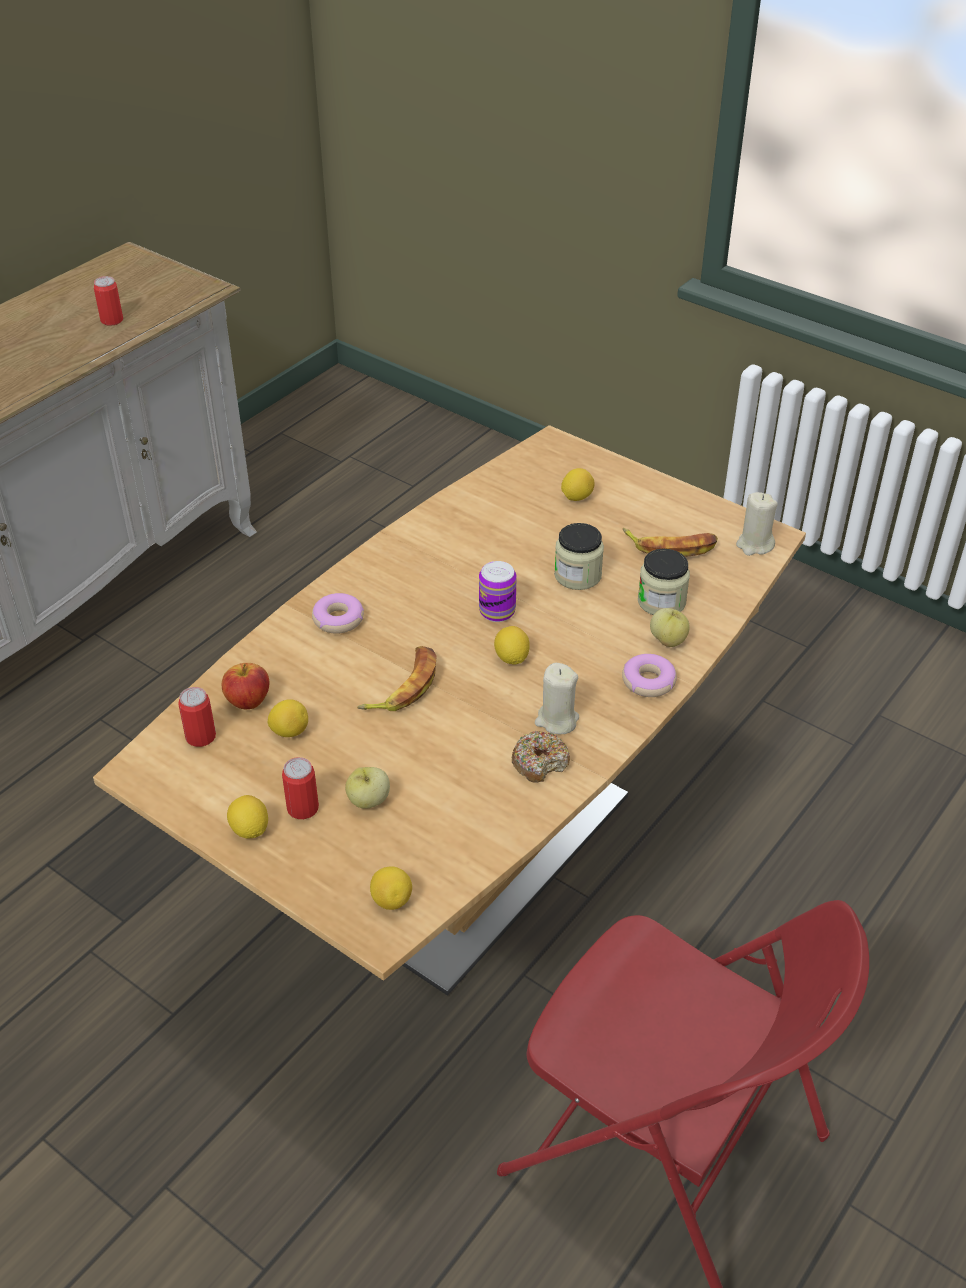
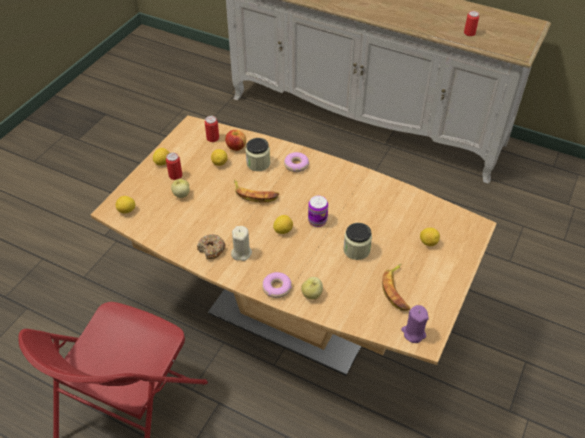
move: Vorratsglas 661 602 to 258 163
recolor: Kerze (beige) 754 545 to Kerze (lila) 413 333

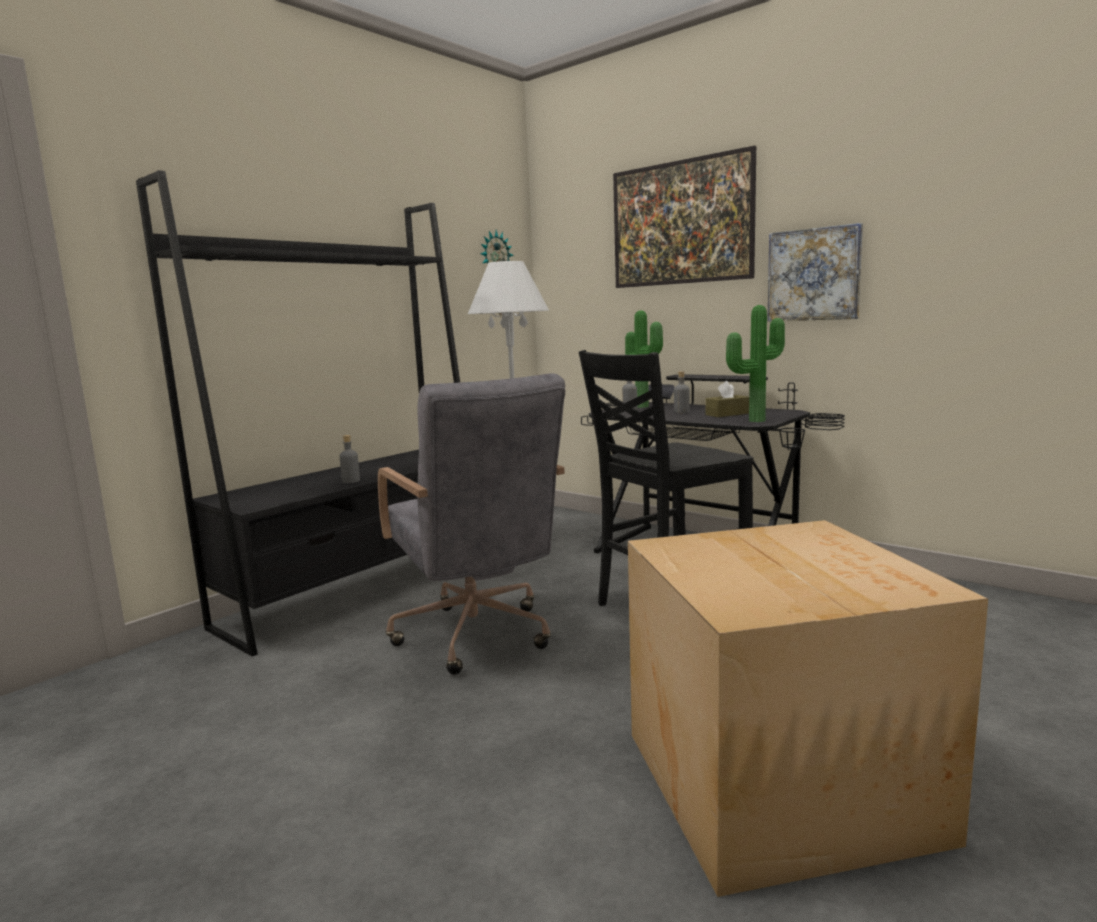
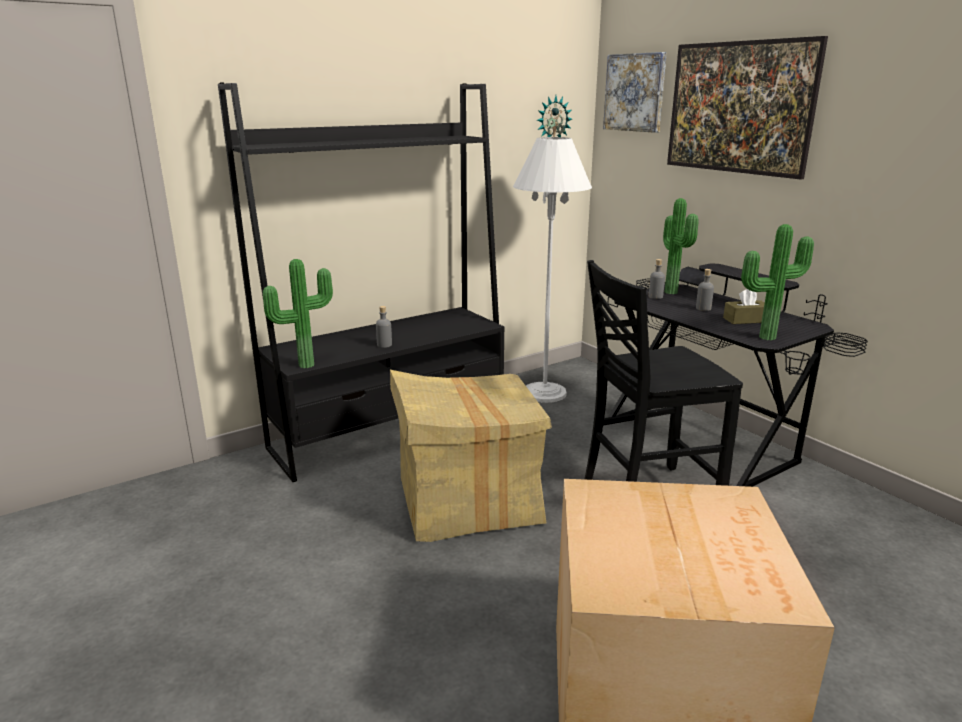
insert: Topfpflanze 305 364
move: Bild 814 275 to 635 92
replace: Bürostuhl (grau) 477 639 to Karton 467 501

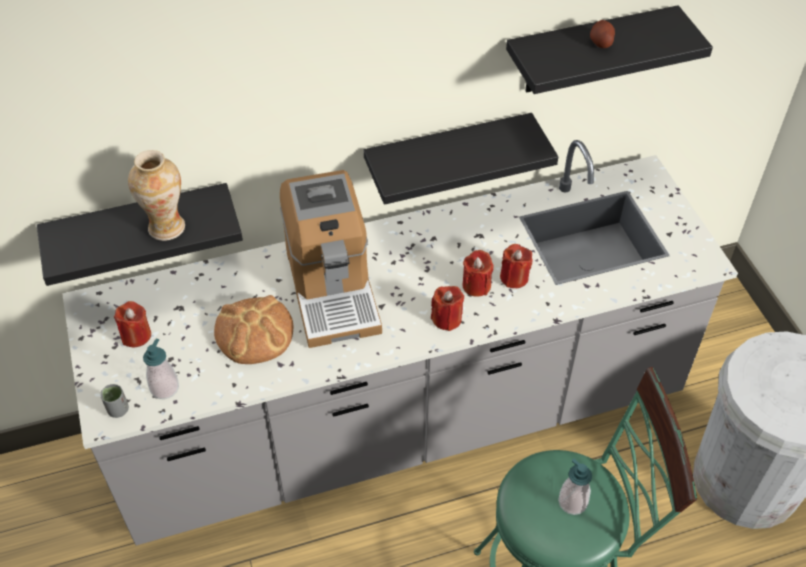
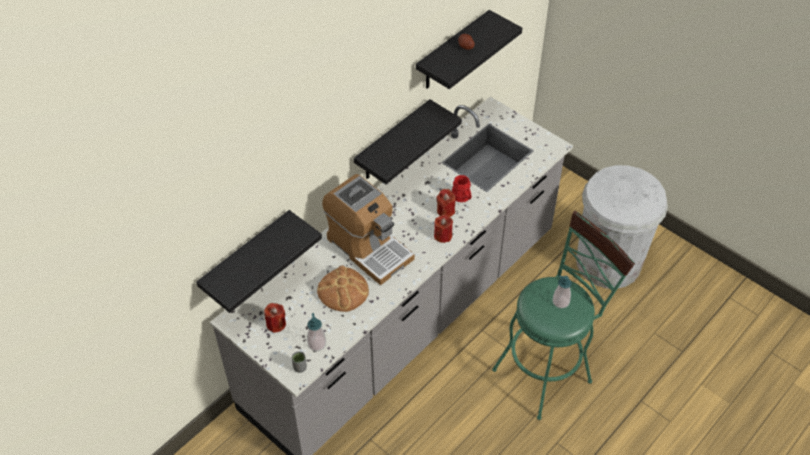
delete: Vase 166 227
replace: Kerze (rot) 514 277 to Henkelbecher (rot) 462 197

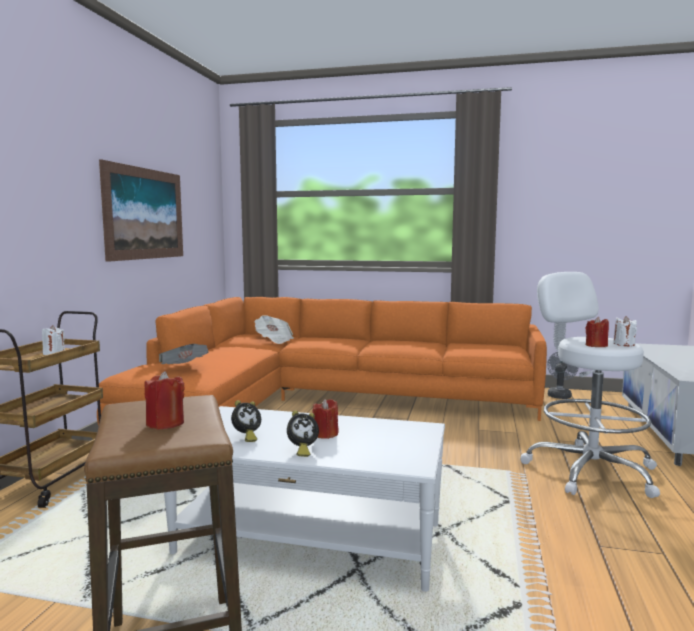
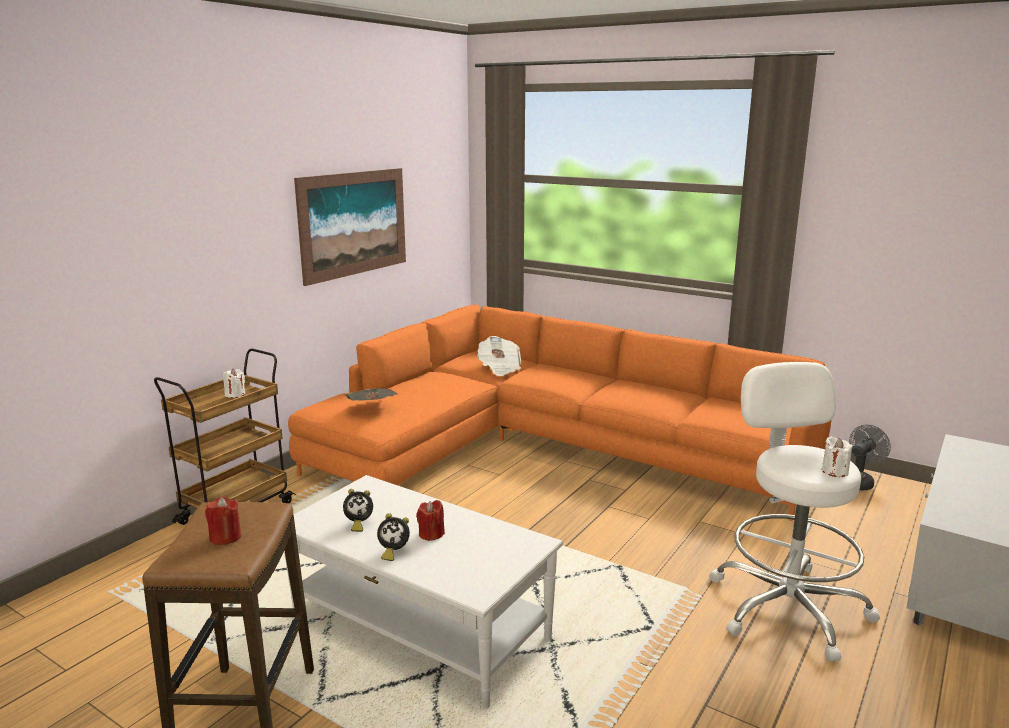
delete: Kerze (rot) 596 346

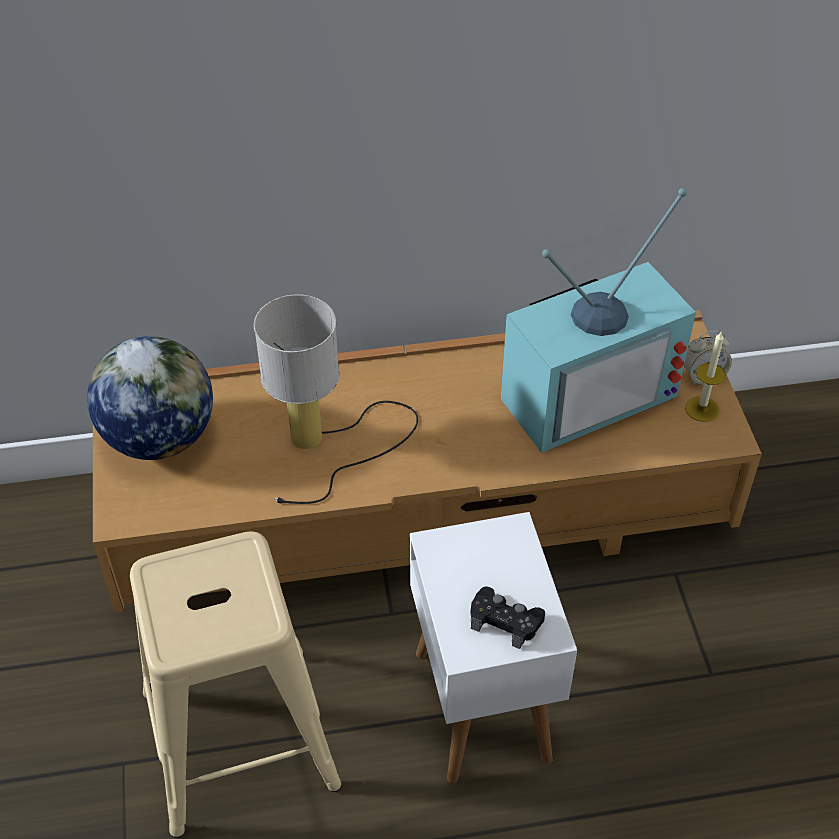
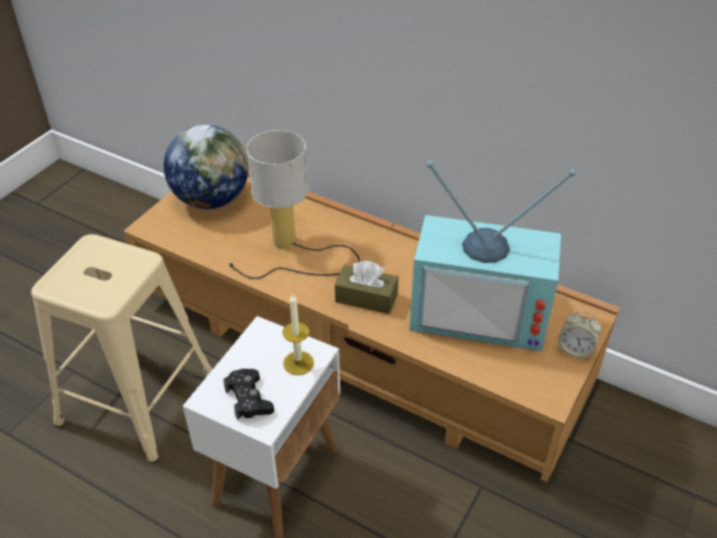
insert: Taschentuchbox (braun) 366 298
move: Kerze 702 409 to 298 363

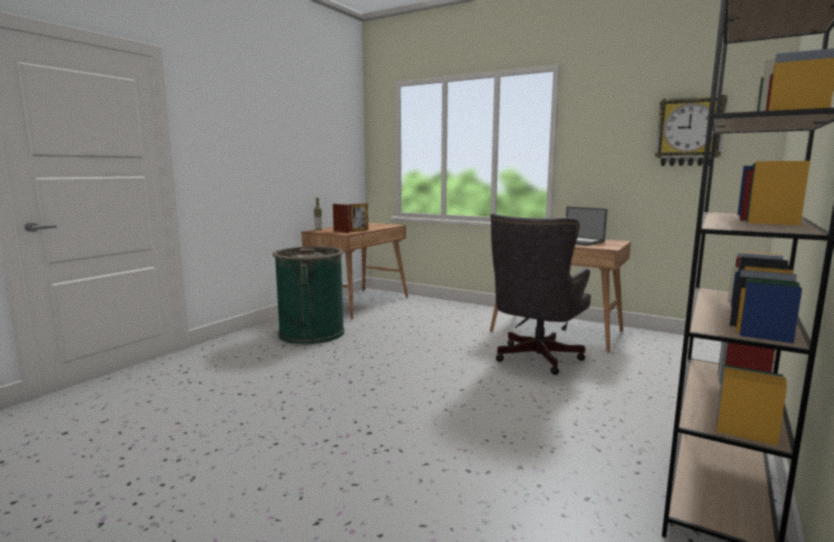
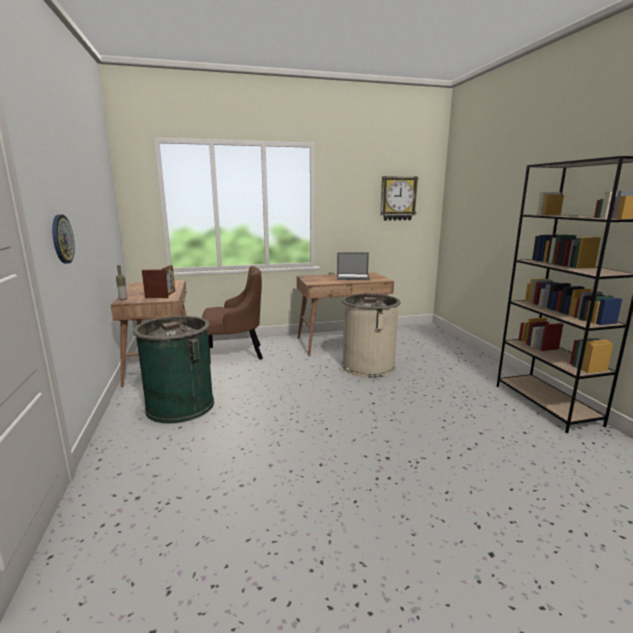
insert: Wanduhr 62 239; Stuhl (braun) 234 354
replace: Bürostuhl (grau) 536 359 to Mülleimer (beige) 368 366

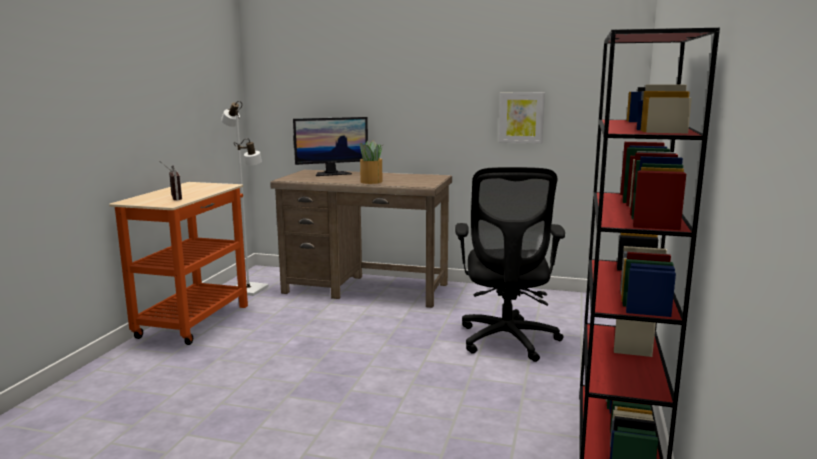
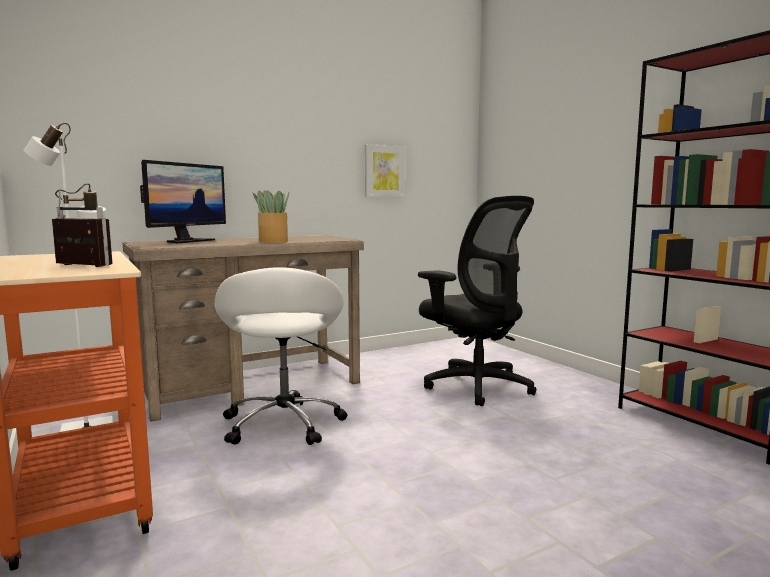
insert: Bürostuhl (weiß) 283 425

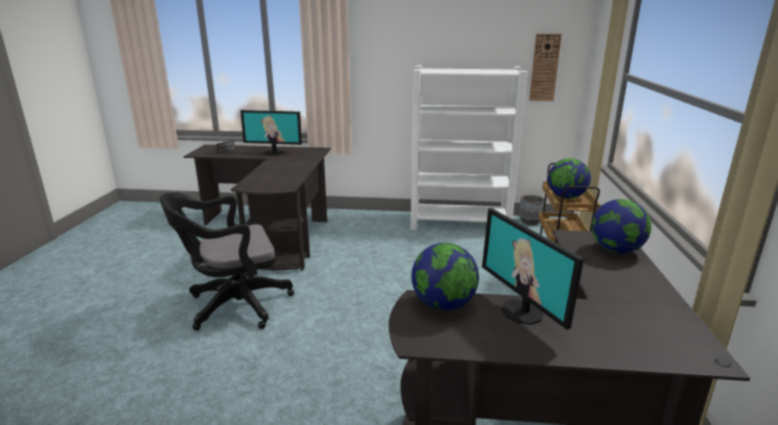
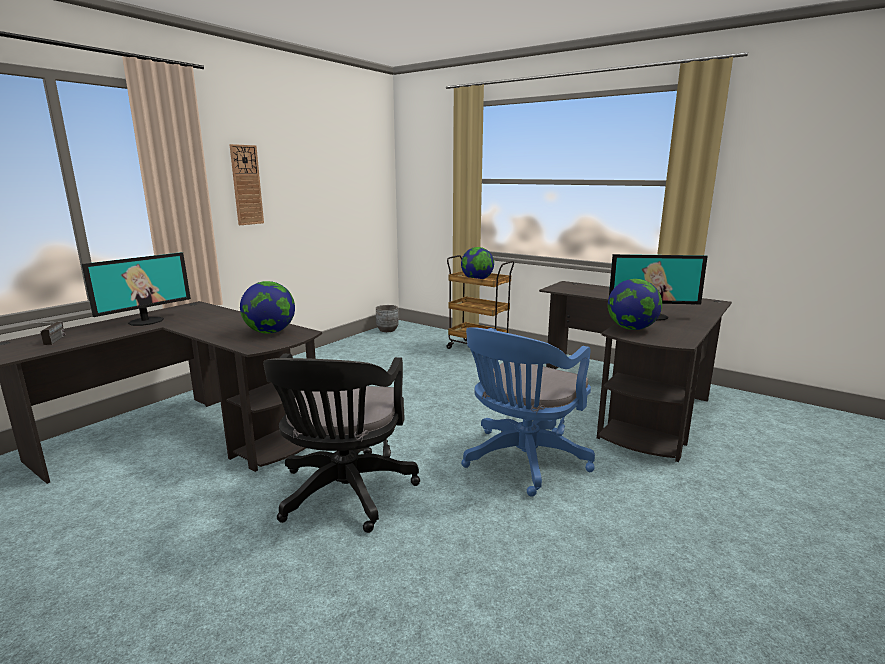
delete: Bücherregal (weiß) 459 223
insert: Bürostuhl (blau) 522 462
move: Wanduhr 544 67 to 246 185; Globus 616 250 to 270 332

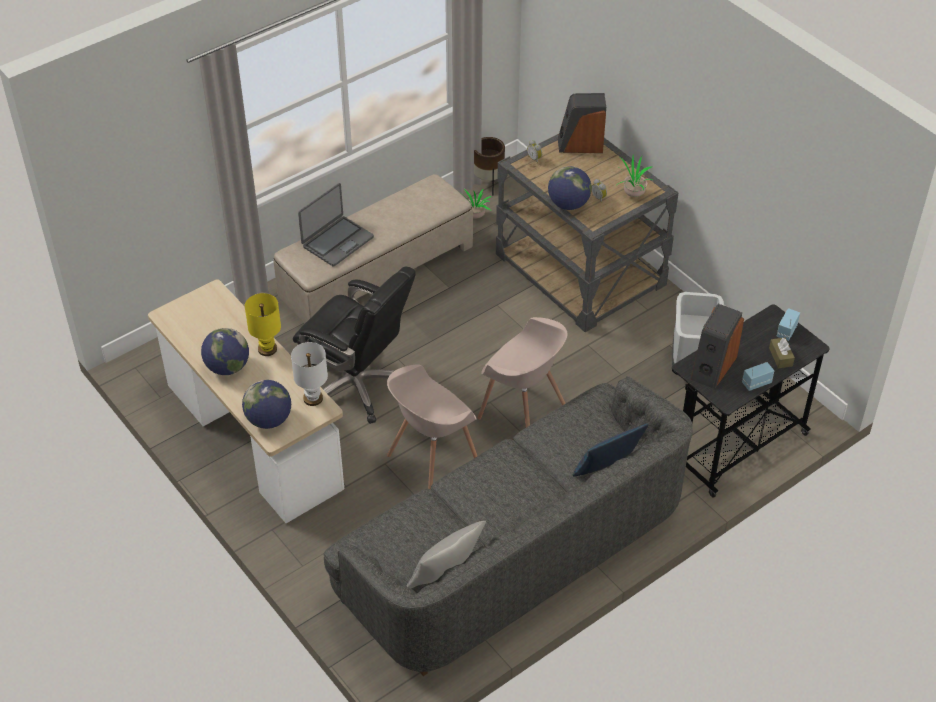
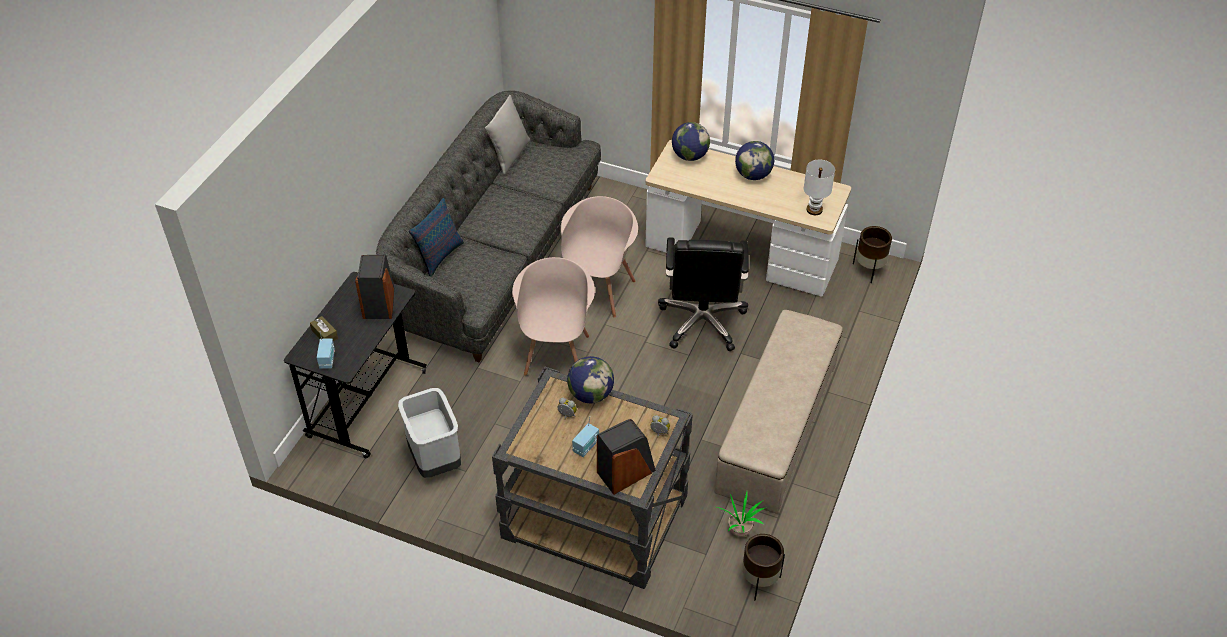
delete: Tischlampe (gelb) 268 349; Laptop 337 241; Topfpflanze 632 194
insert: Pflanzkübel (braun) 869 270
move: Tischlampe (weiß) 312 398 to 814 209; Radio 756 383 to 586 446
rotate: Bürostuhl (schwarz) 357 385 = 702 321 90 degrees counterclockwise; Stuhl (beige) 522 413 = 556 354 90 degrees clockwise

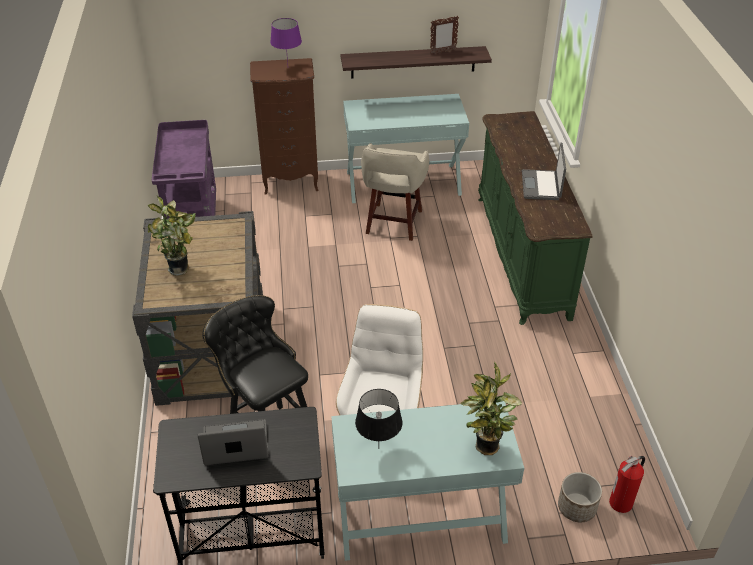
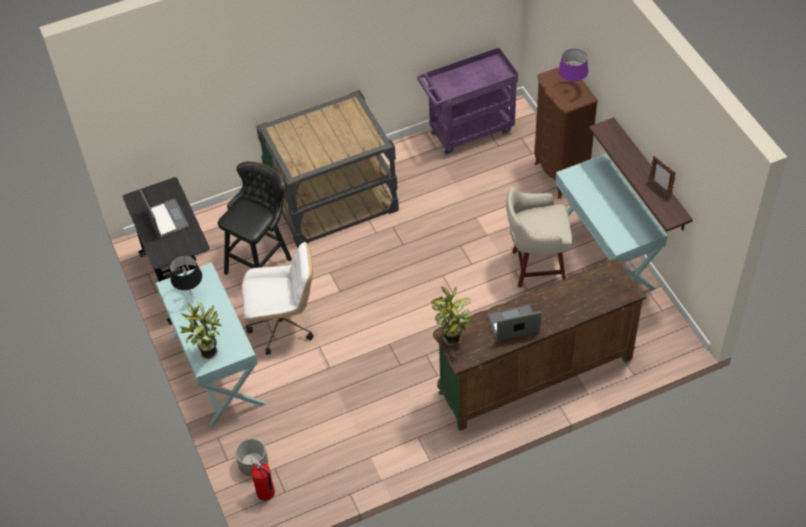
move: Topfpflanze 181 269 to 452 340

